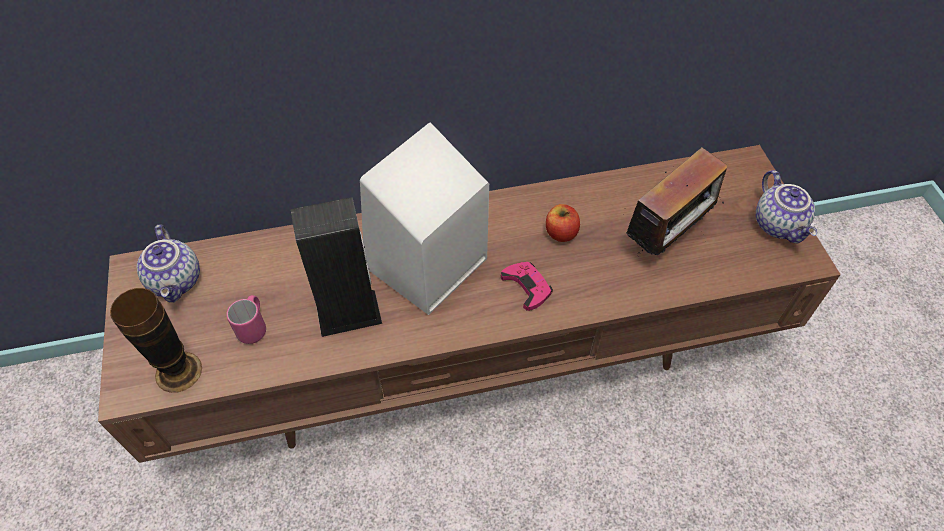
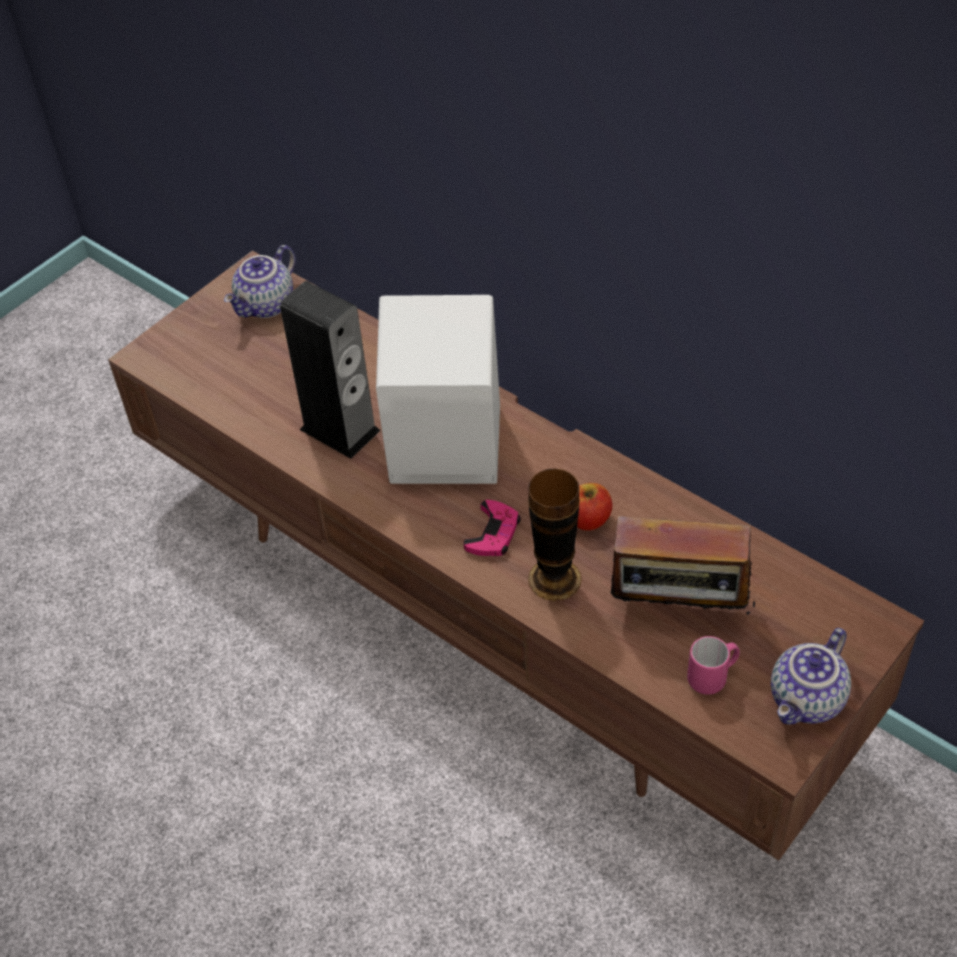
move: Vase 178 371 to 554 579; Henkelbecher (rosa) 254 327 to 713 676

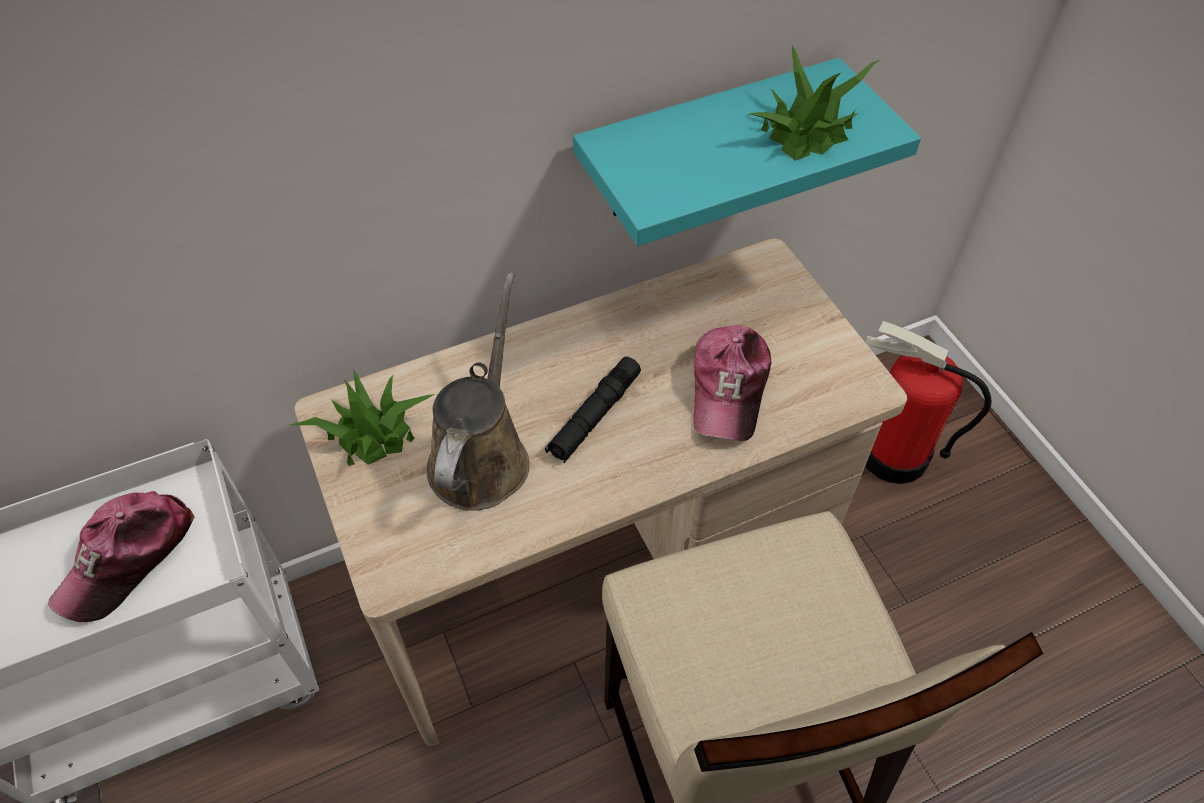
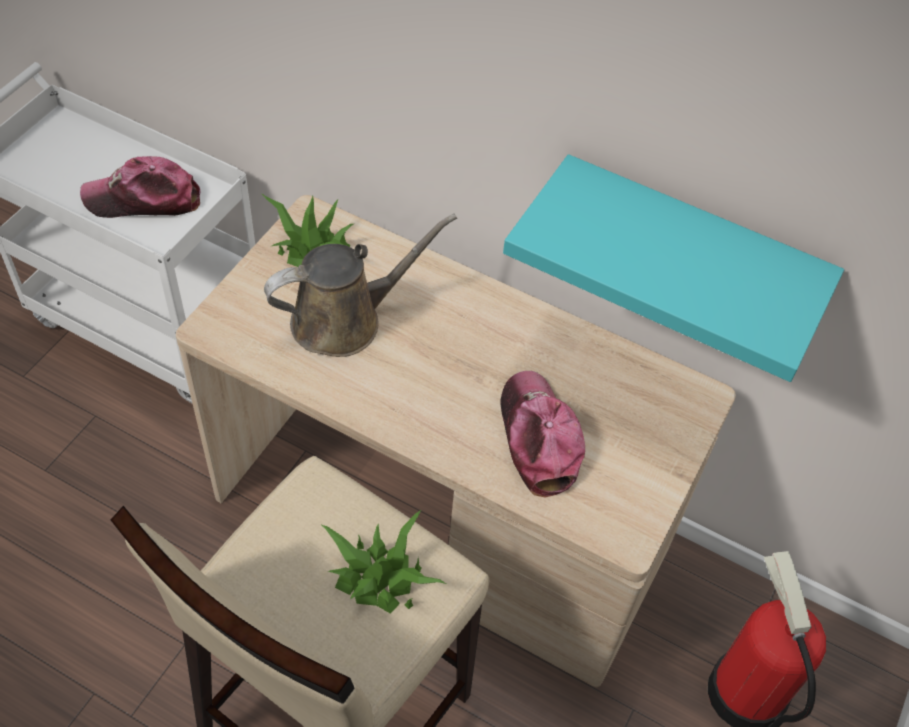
delete: Taschenlampe (schwarz) 594 416
move: Topfpflanze 807 131 to 380 578
rotate: Kappe 728 388 = 538 438 105 degrees clockwise

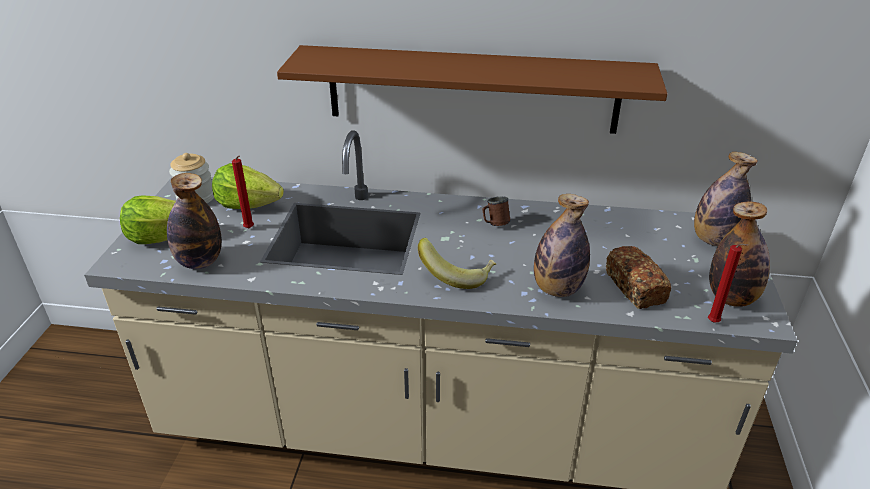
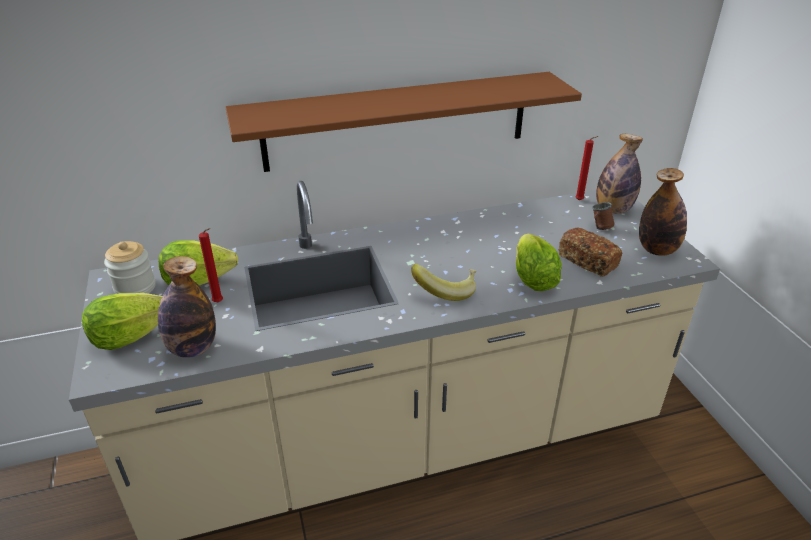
move: Henkelbecher (braun) 494 224 to 599 228; Kerze (rot) 714 323 to 580 201
replace: Flasche 557 289 to Salatkopf 533 279

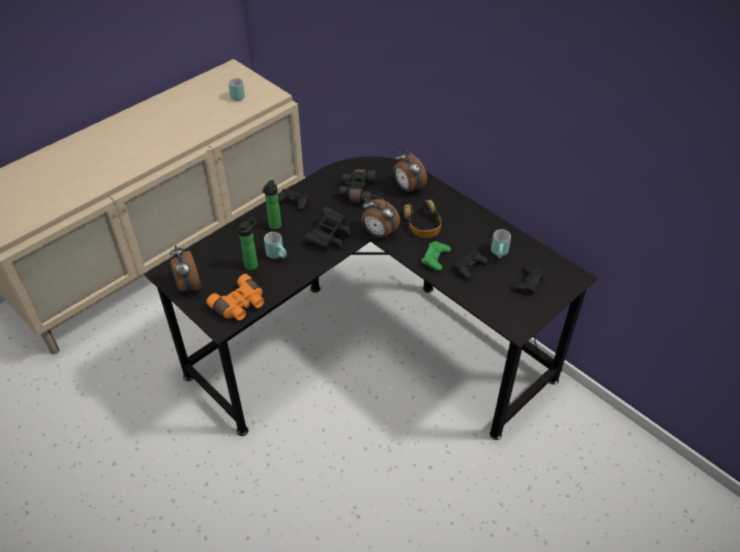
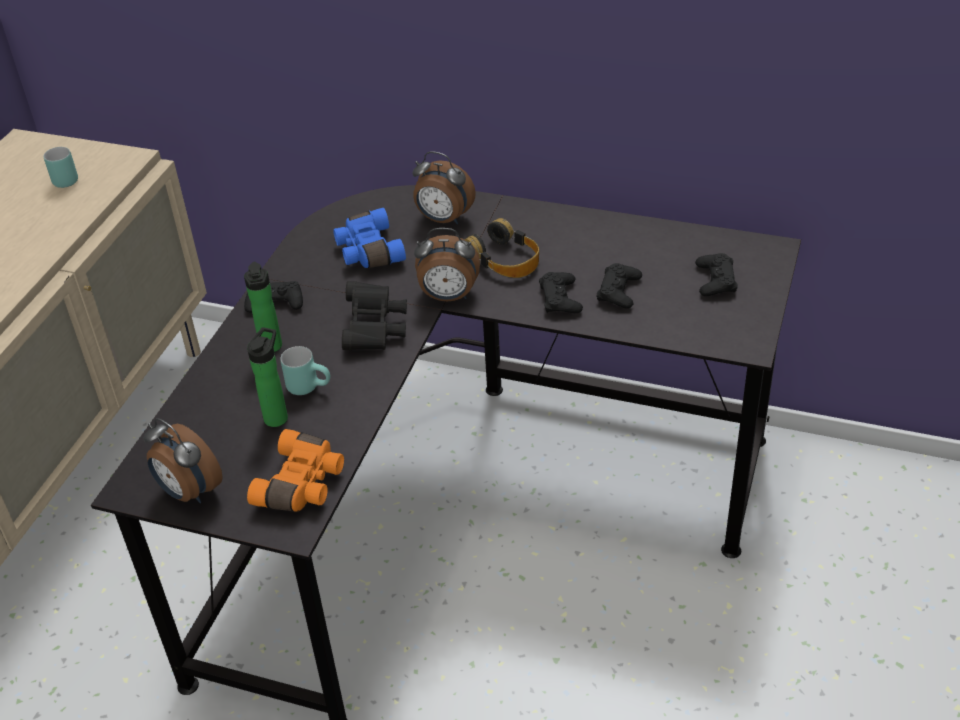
delete: Henkelbecher (türkis) 500 254
recolor: Fernglas (schwarz) 357 191 to Fernglas (blau) 368 251; Gamepad (grün) 435 258 to Gamepad (schwarz) 560 298

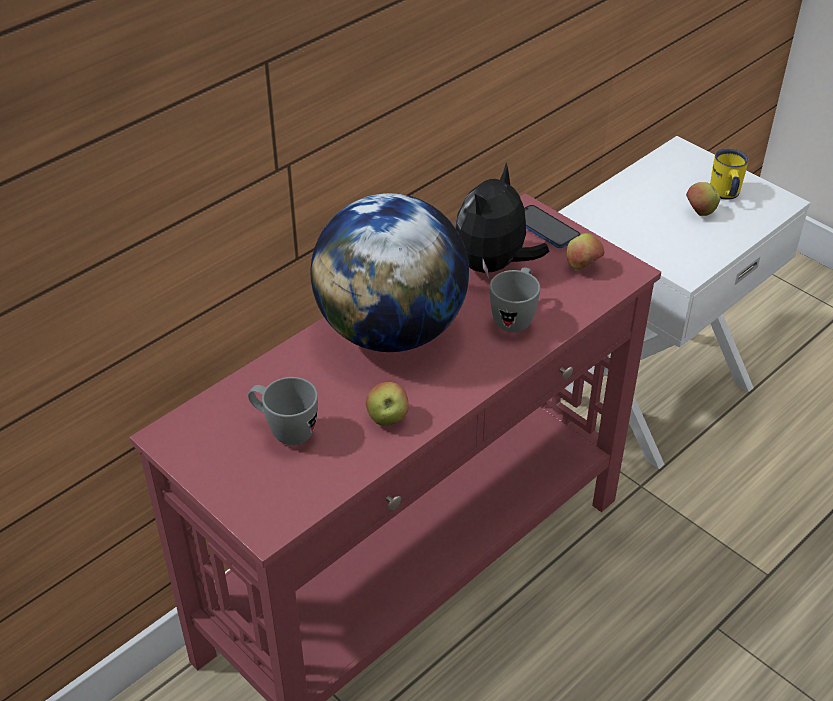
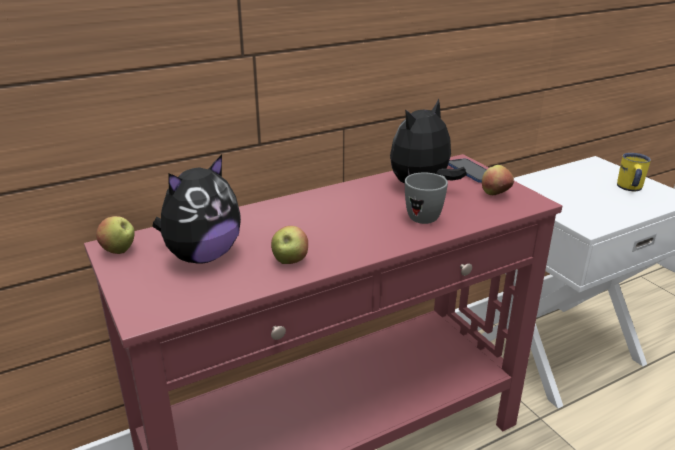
delete: Globus 391 330
move: Apfel 699 212 to 119 251
replace: Henkelbecher (grau) 284 430 to Plüschtier 202 256

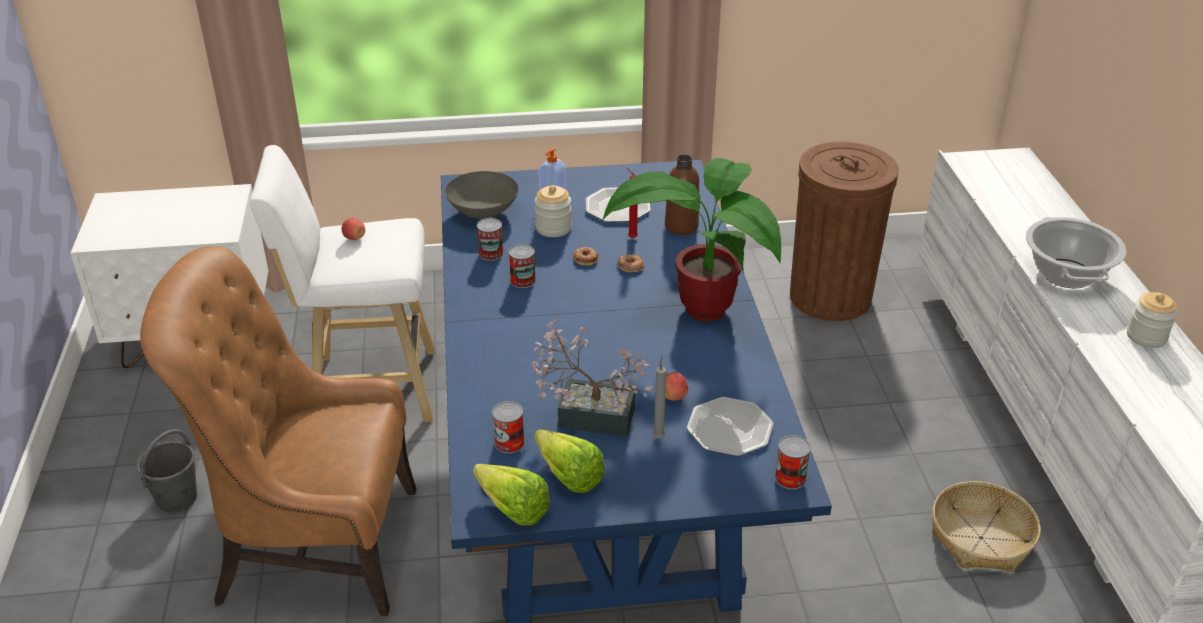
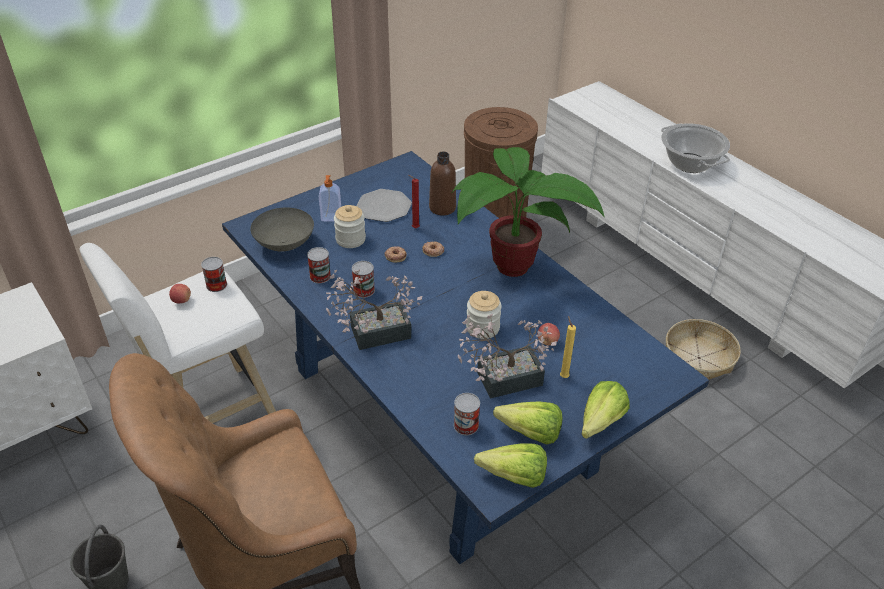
delete: Teller 729 429
insert: Topfpflanze 373 333; Salatkopf 596 425
move: Dose 790 478 to 216 285; Vorratsglas 1146 337 to 482 328
recolor: Kerze (grau) 659 436 to Kerze (gelb) 563 376

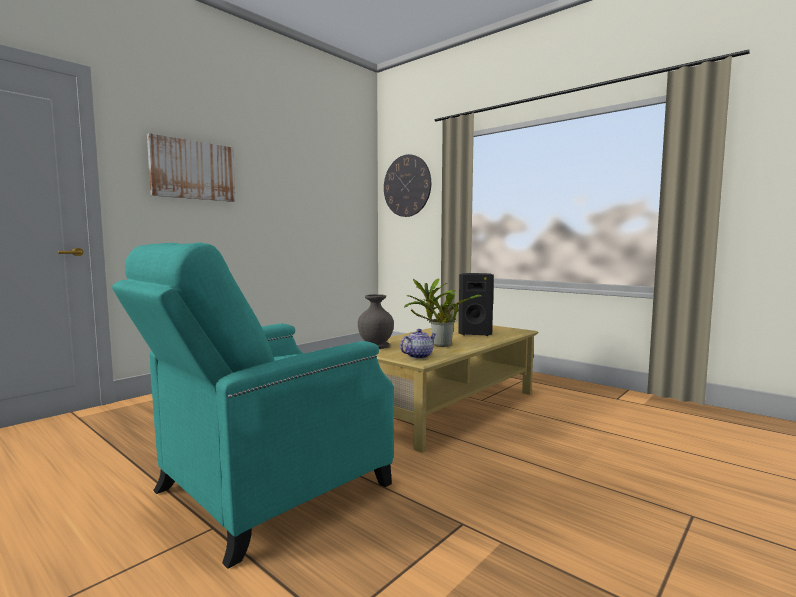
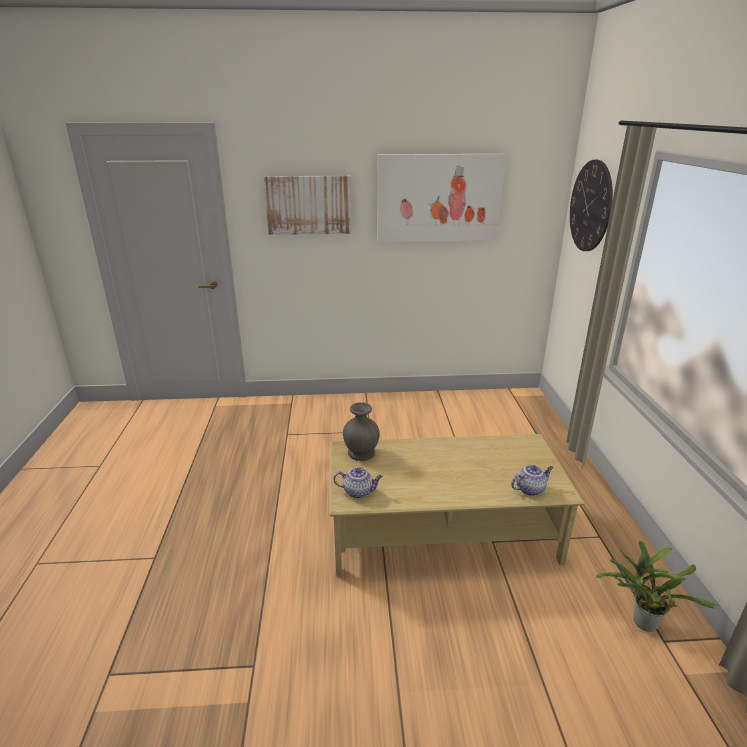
delete: Sessel (türkis) 266 490; Lautsprecher (schwarz) 475 333
insert: Bild 439 198; Teekanne 530 489
move: Topfpflanze 439 345 to 640 621

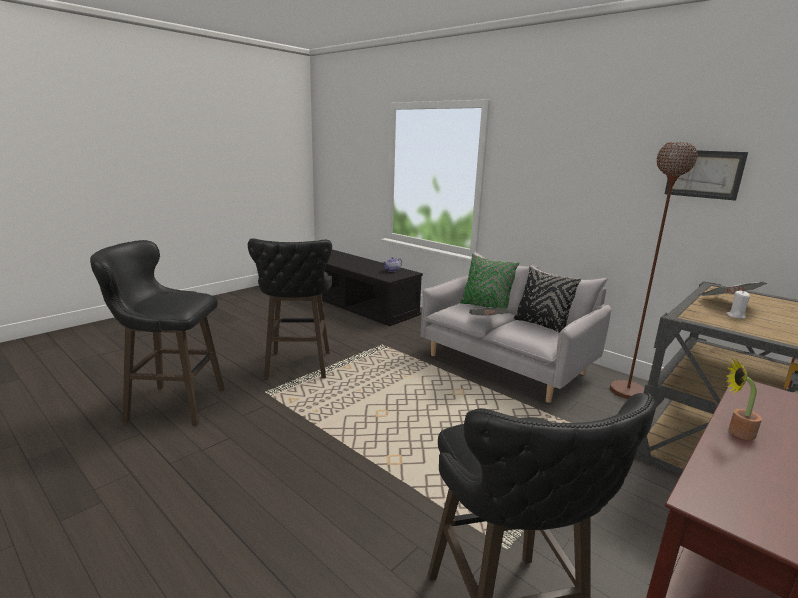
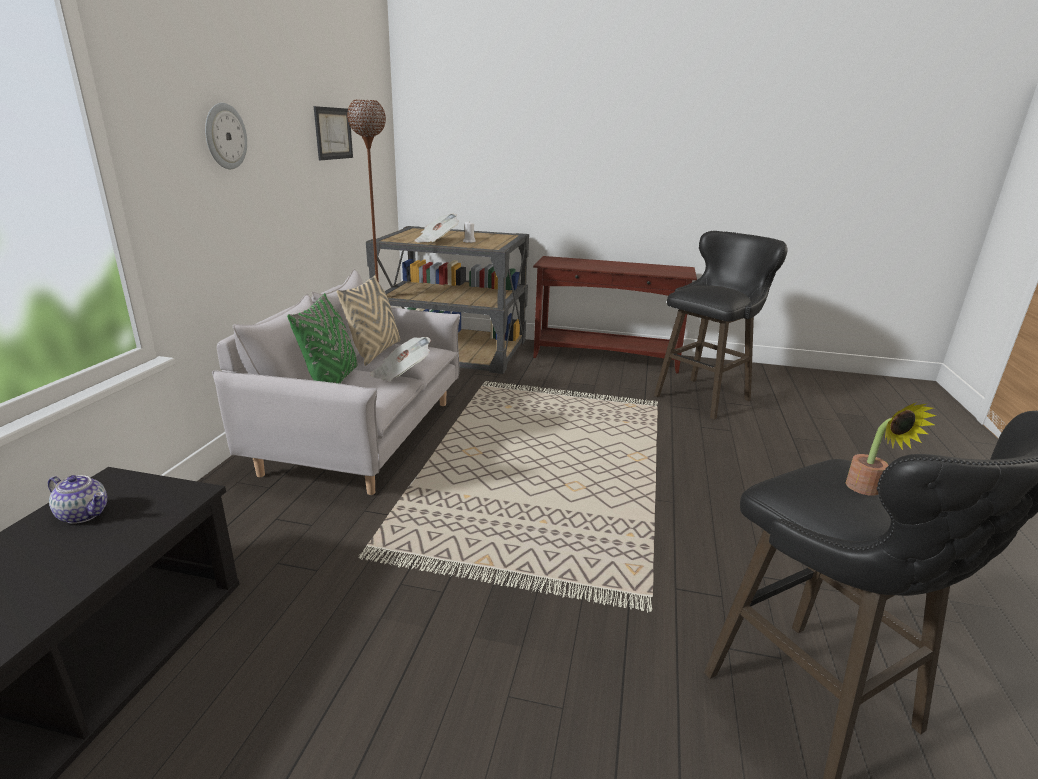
delete: Hocker (schwarz) 298 367
insert: Wanduhr 225 136
move: Topfpflanze 736 432 to 868 490
recolor: Kissen (schwarz) 541 325 to Kissen (beige) 375 352

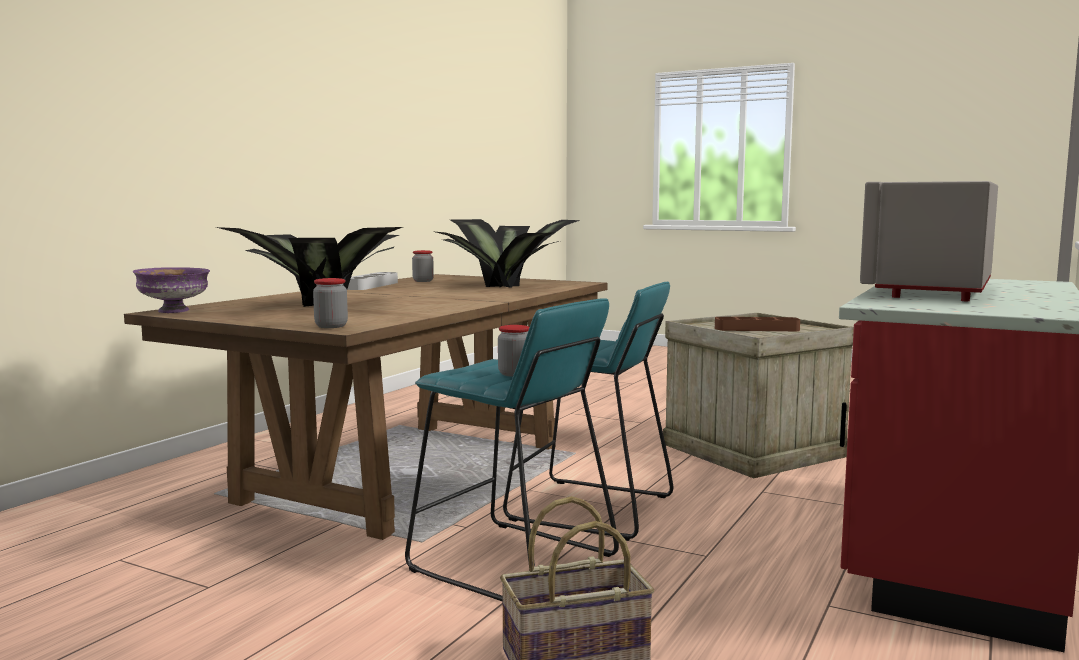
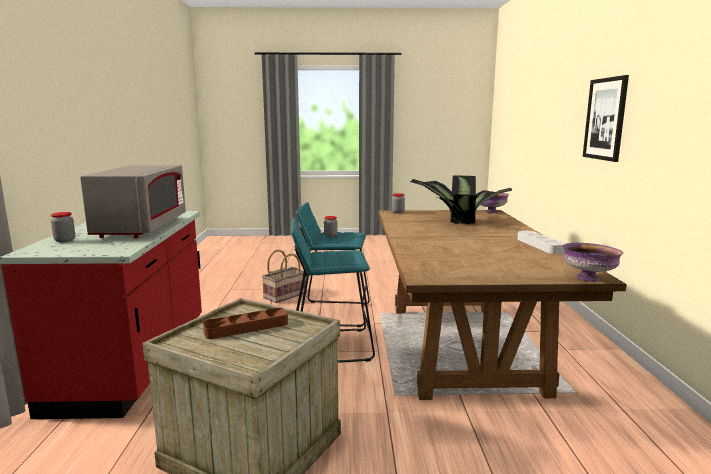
delete: Topfpflanze 505 285
insert: Schüssel (lila) 588 278; Bild 605 119
move: Vorratsglas 423 281 to 65 240

